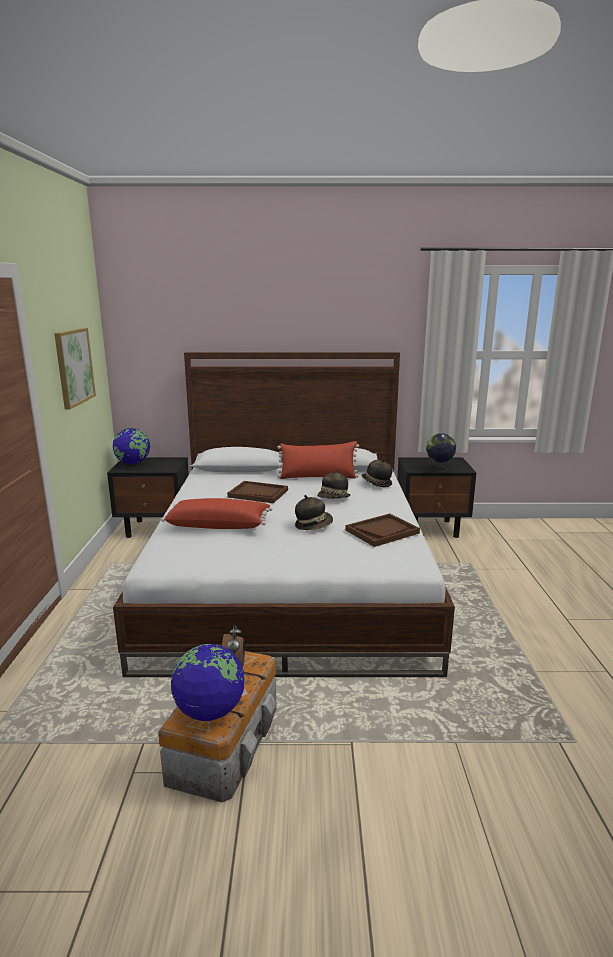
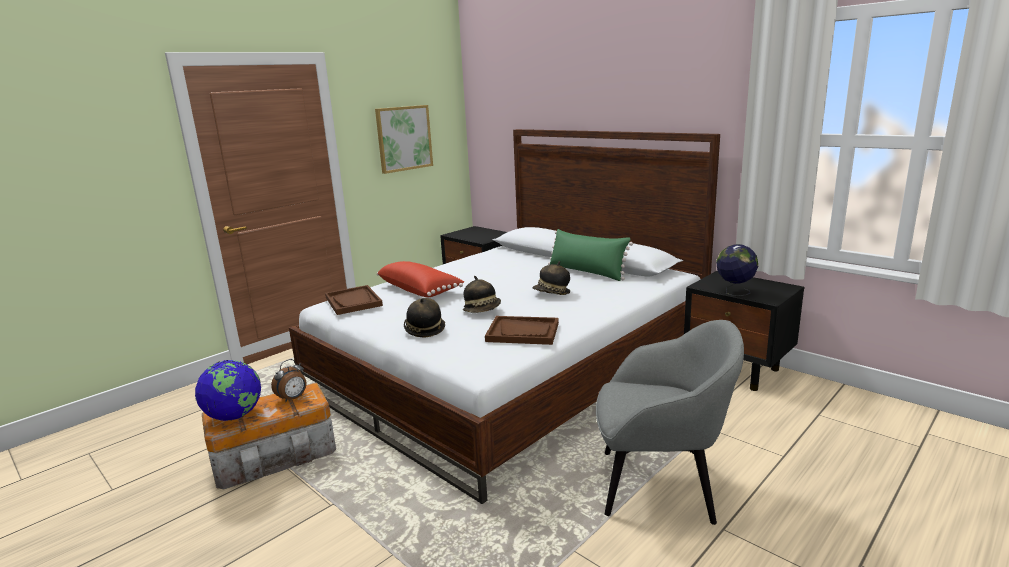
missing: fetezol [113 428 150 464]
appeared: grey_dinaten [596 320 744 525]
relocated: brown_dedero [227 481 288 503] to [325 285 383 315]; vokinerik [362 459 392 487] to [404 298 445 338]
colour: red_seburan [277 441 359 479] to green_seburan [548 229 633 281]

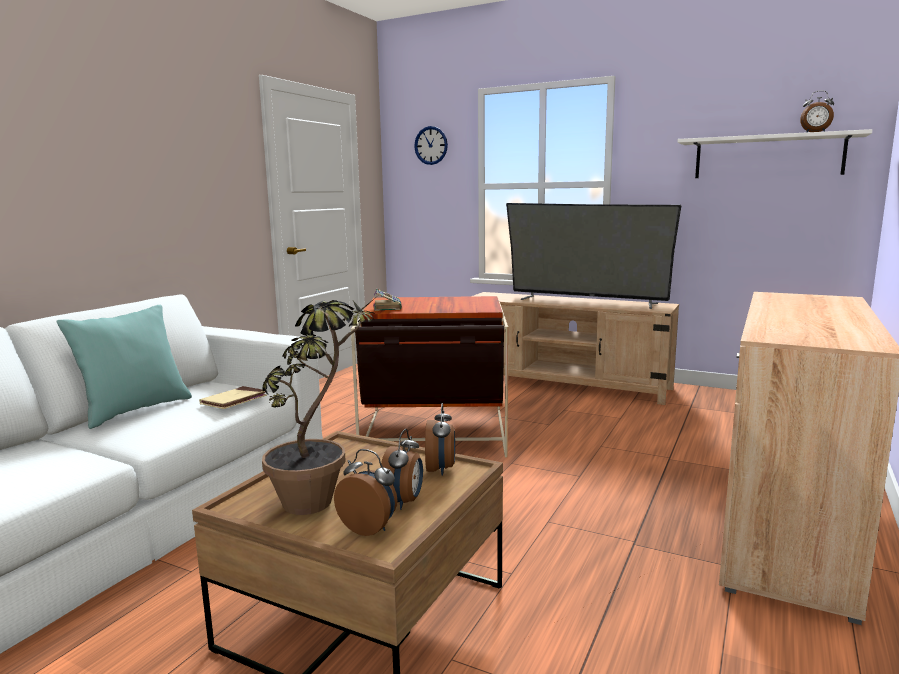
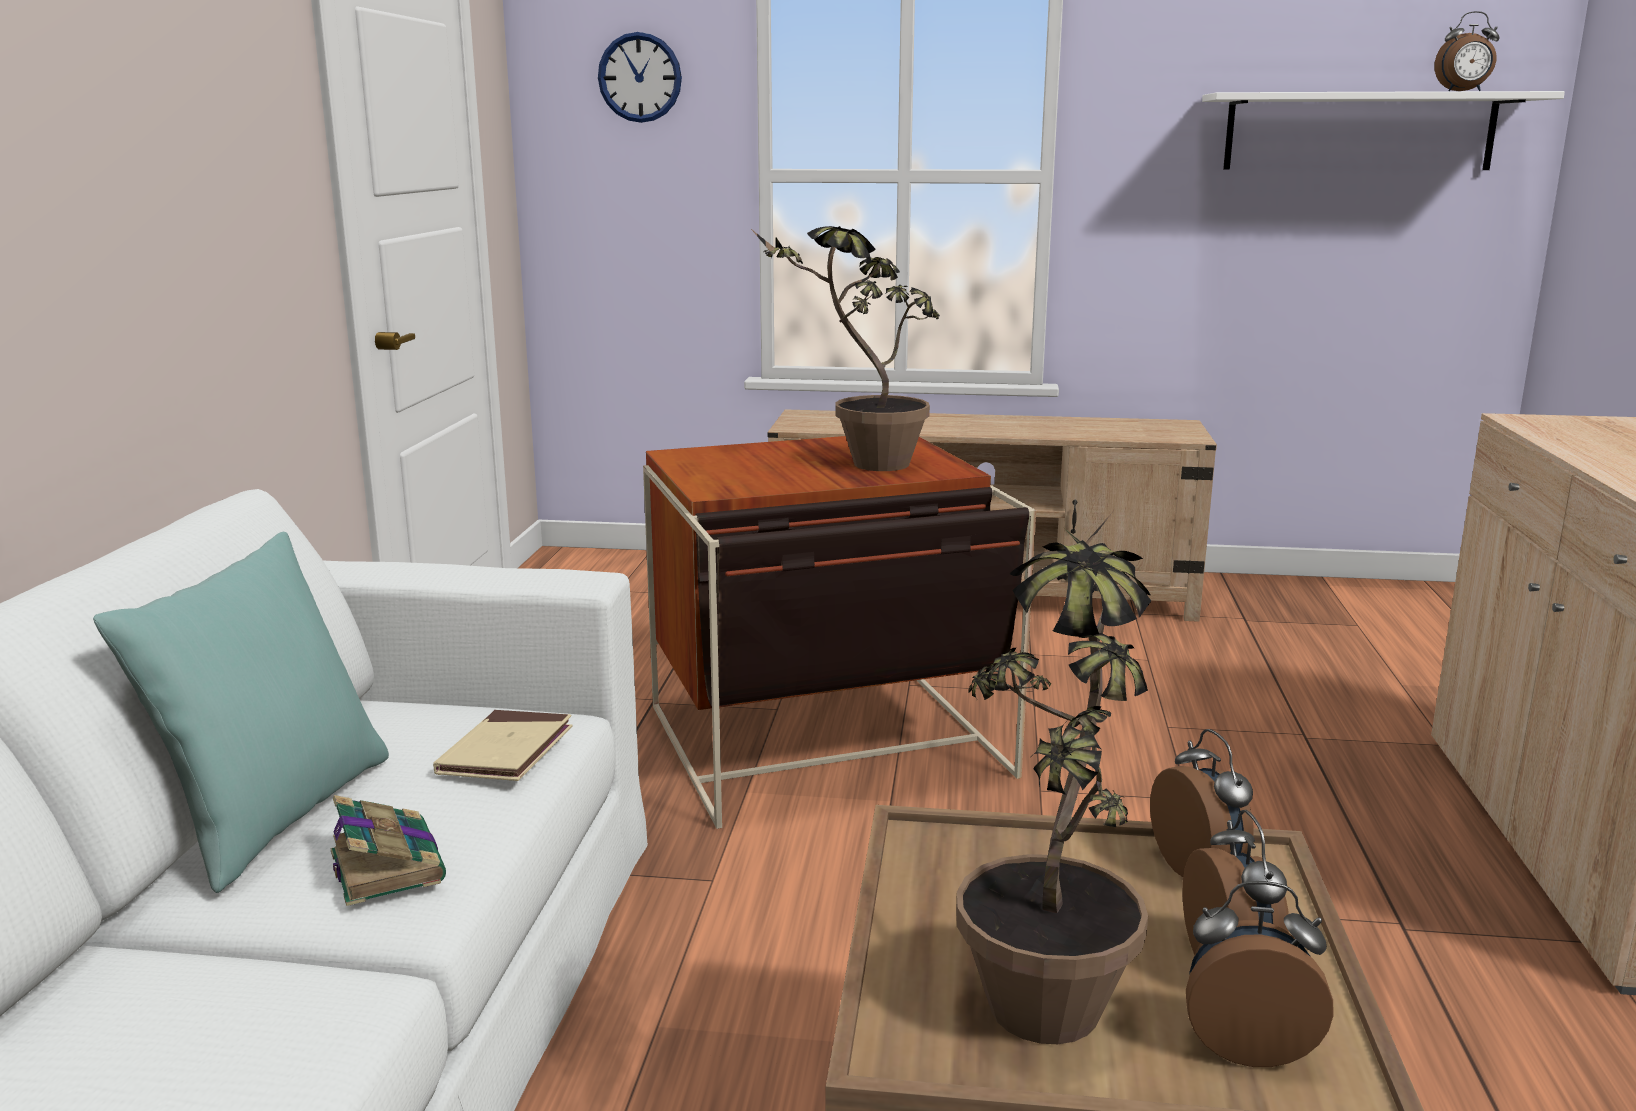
missing: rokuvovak [506 203 681 309]
appeared: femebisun [750 226 940 471]
relocated: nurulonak [373 288 402 311] to [330 795 446 906]

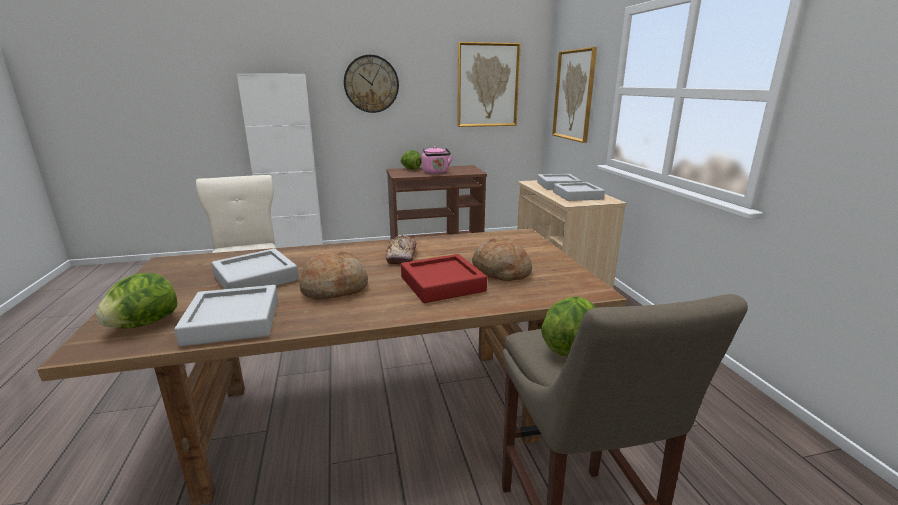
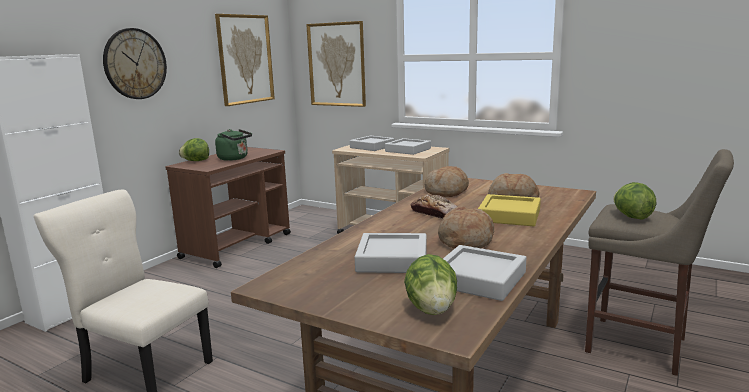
appeared: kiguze [425 166 469 197]
colour: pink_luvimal [422 146 453 174] to green_luvimal [215 129 252 161]; red_dedero [401 254 487 303] to yellow_dedero [478 194 541 226]

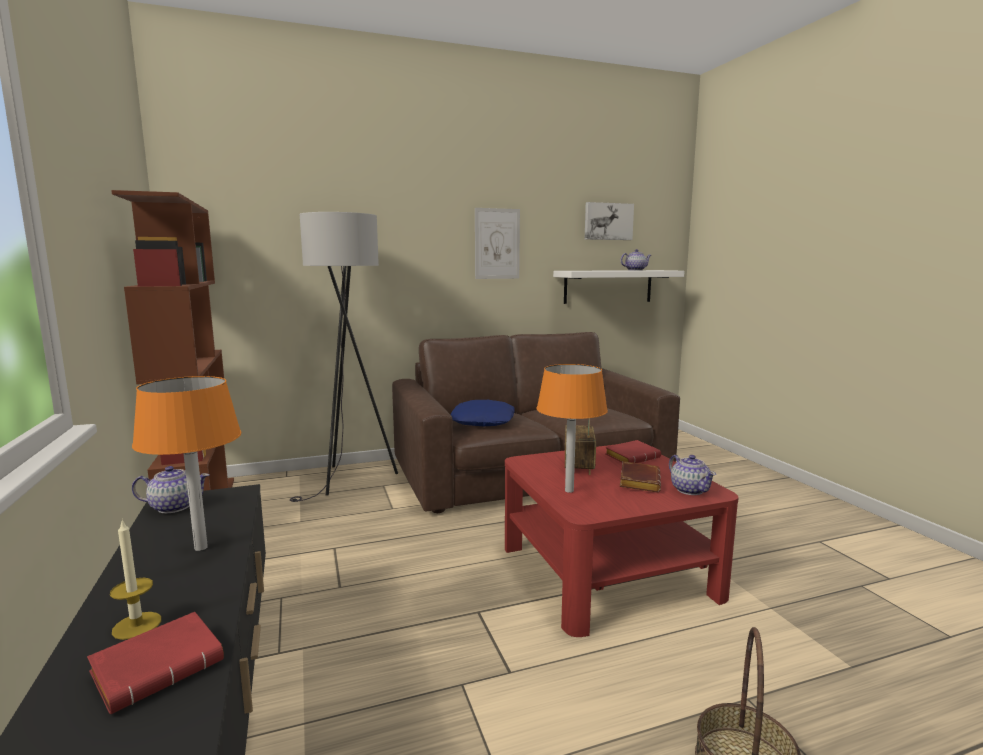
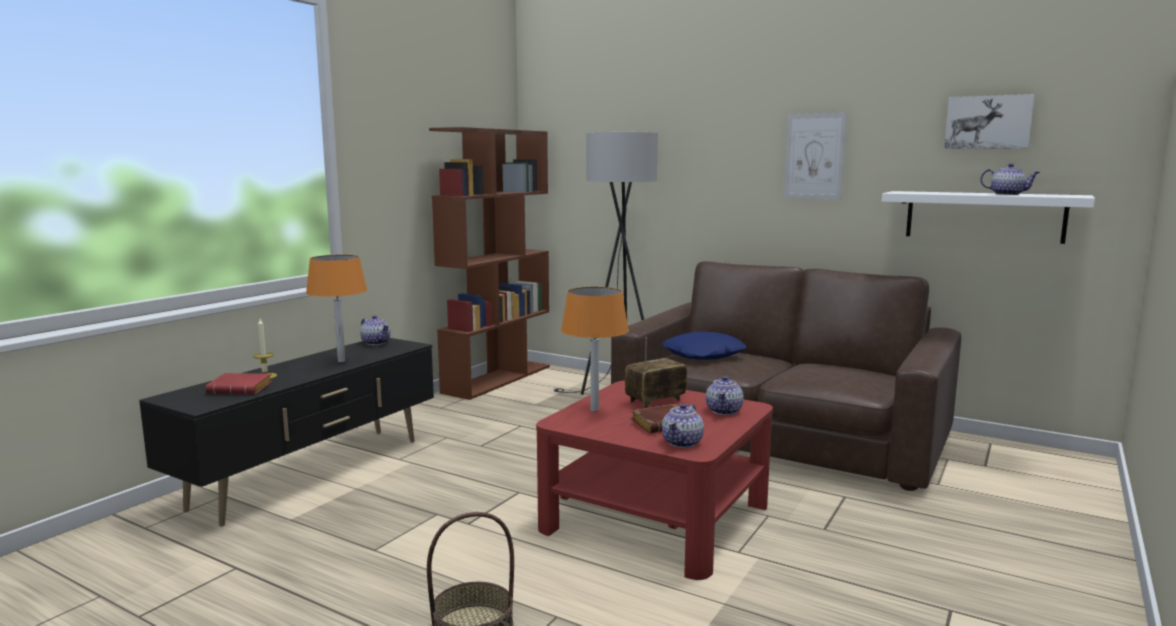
exchanged: red_nurulonak [605 440 661 463] to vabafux [706 376 744 415]

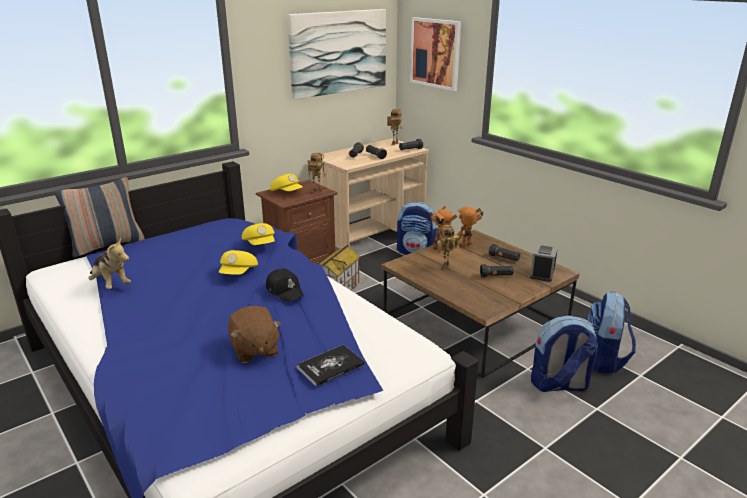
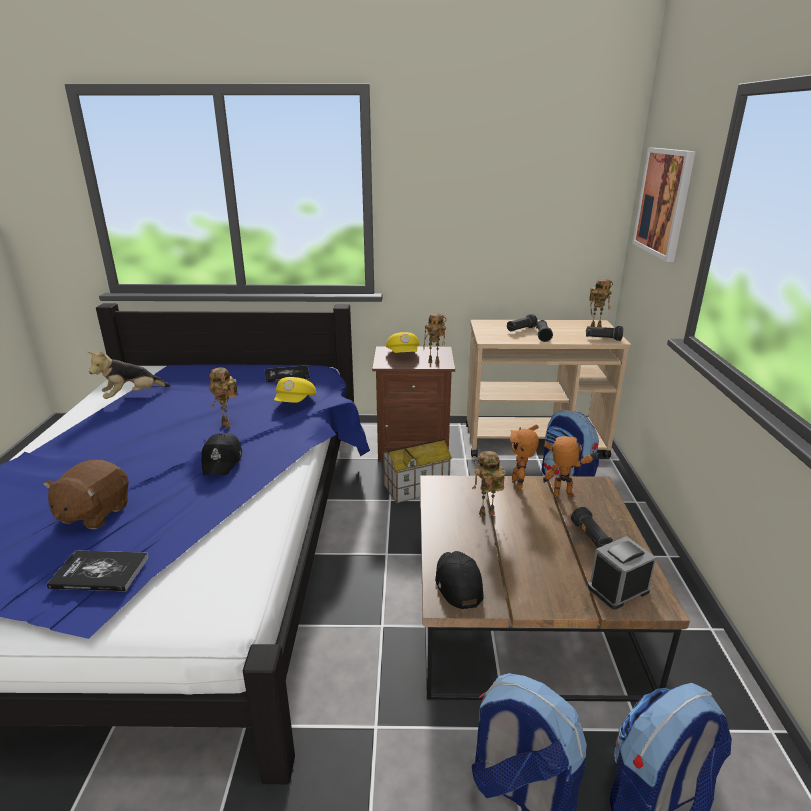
missing: seburan [54 177 145 258]; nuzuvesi [287 9 386 99]; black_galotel [480 264 514 278]
appeared: nurulonak [265 366 310 382]; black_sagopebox [435 551 484 609]
exchanged: yellow_sagopebox [219 250 258 275] to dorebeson [209 368 238 429]
spun: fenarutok [88 237 131 289] = [88 352 171 399] 60 degrees clockwise

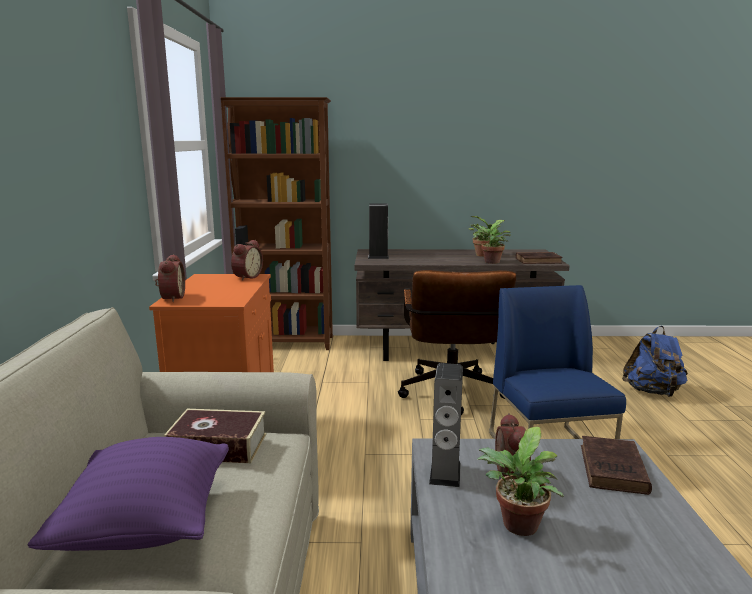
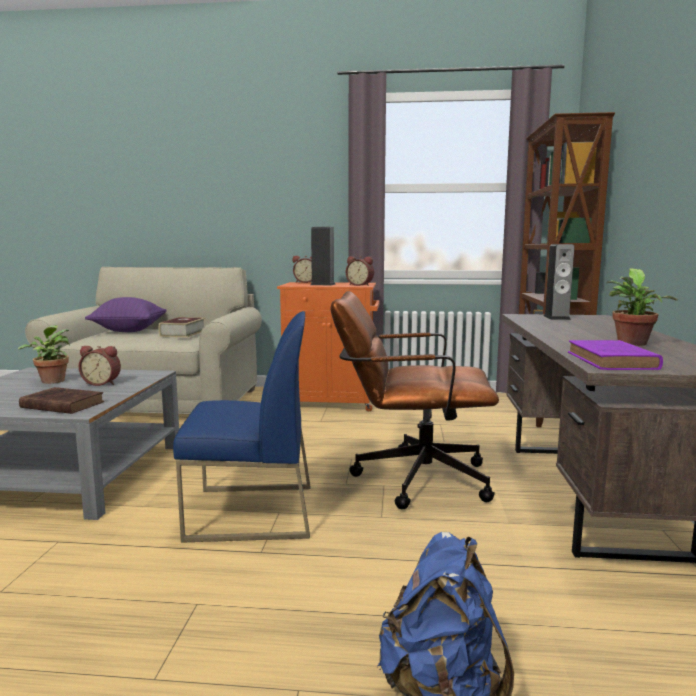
missing: femebisun [472 220 511 264]
relocated: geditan [429 363 463 487] to [311 227 336 286]
colour: brown_nurulonak [516 252 563 264] to purple_nurulonak [568 340 663 370]

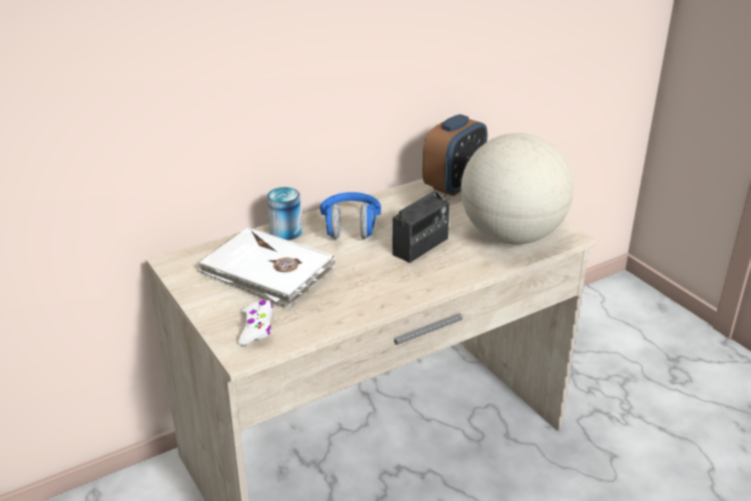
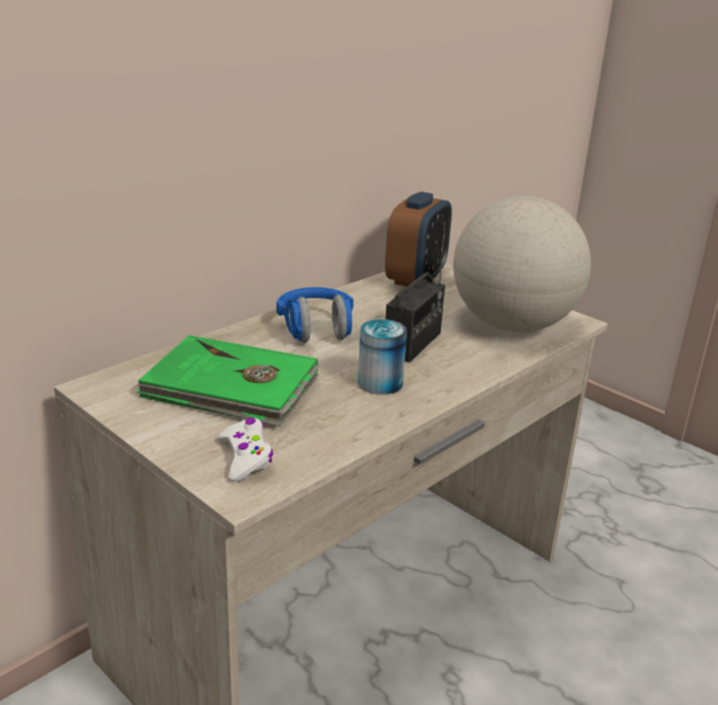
relocated: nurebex [267 187 302 240] to [358 319 407 395]
colour: white_nurulonak [198 227 335 307] to green_nurulonak [136 335 319 426]

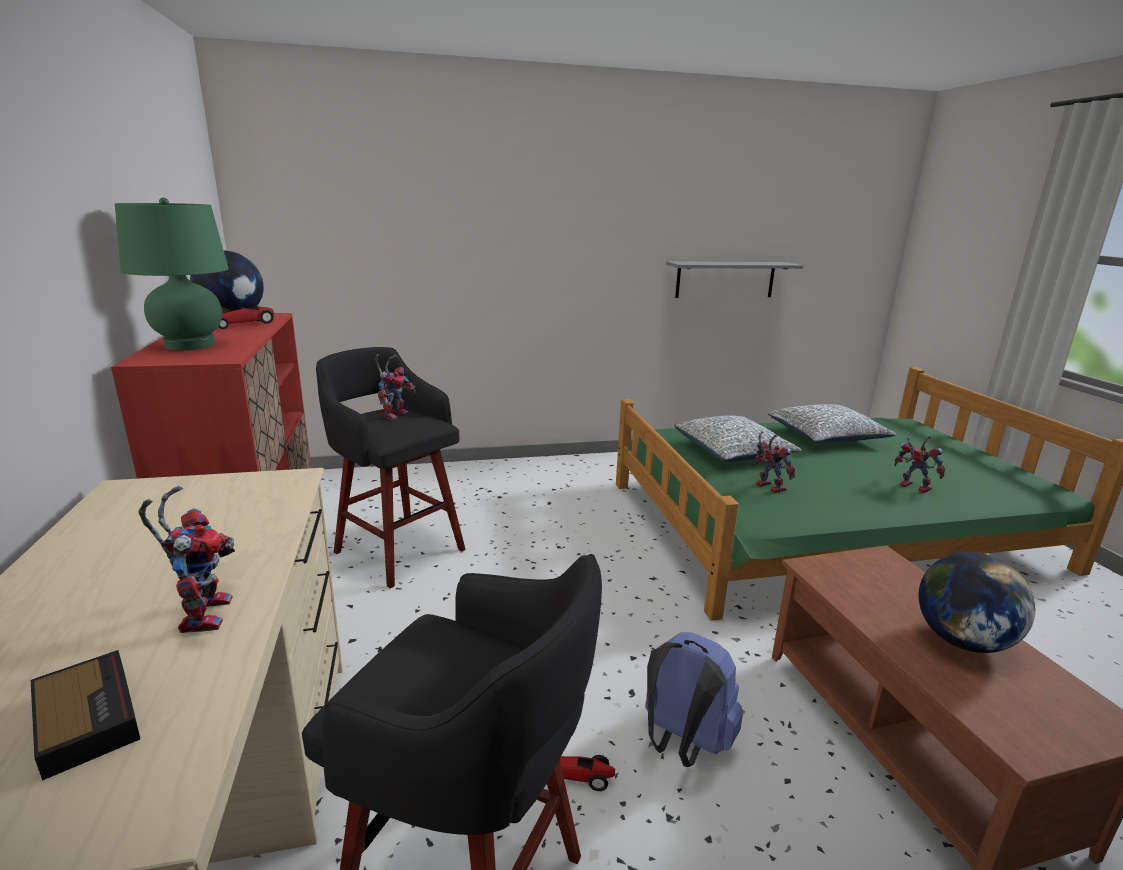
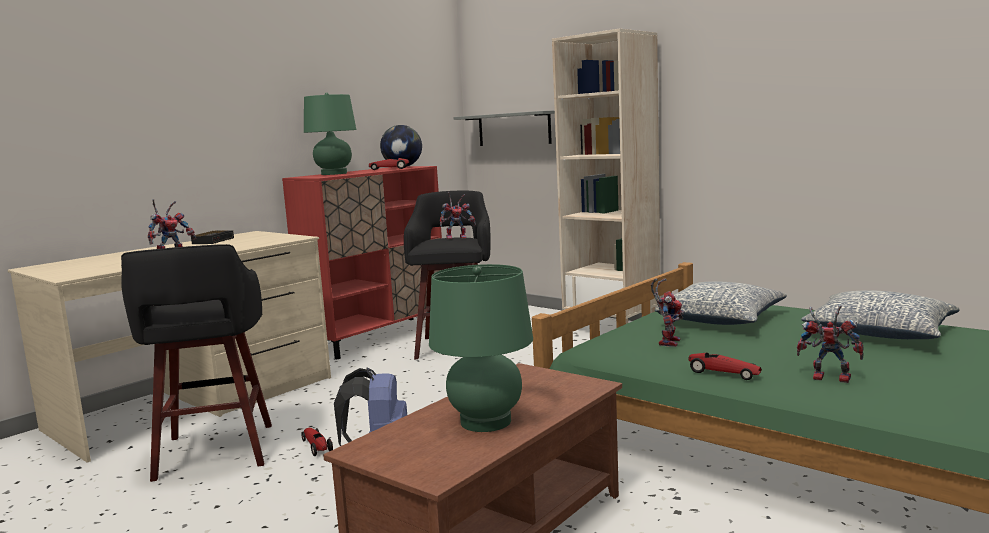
appeared: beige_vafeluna [552 28 661 324]; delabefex [688 353 762 380]
relocated: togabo [31 650 140 781] to [191 230 234 244]; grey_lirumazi [666 261 803 298] to [453 110 555 146]
exchanged: fetezol [919 552 1035 653] to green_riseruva [429 264 533 432]
spun: dorebeson [894 432 945 493] = [797 305 864 383] 75 degrees counterclockwise

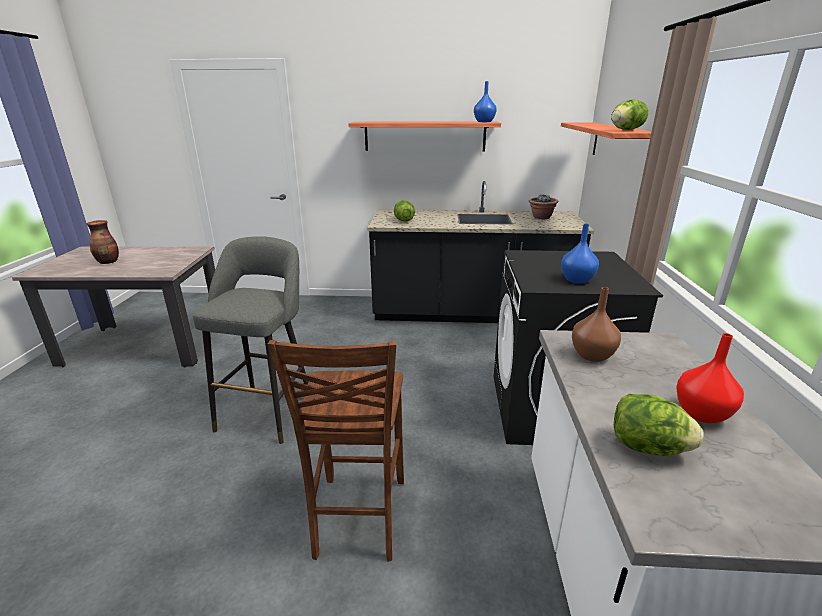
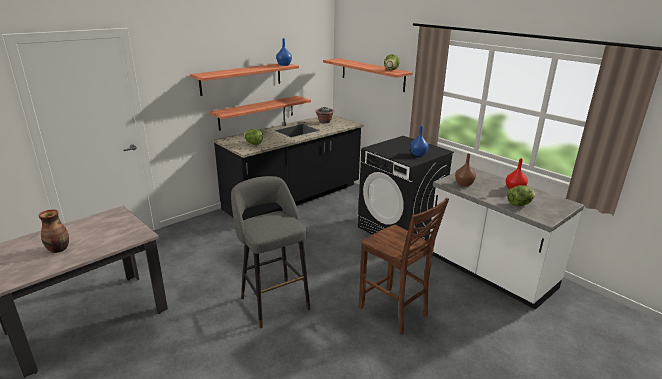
appeared: lirumazi [210 96 311 131]

